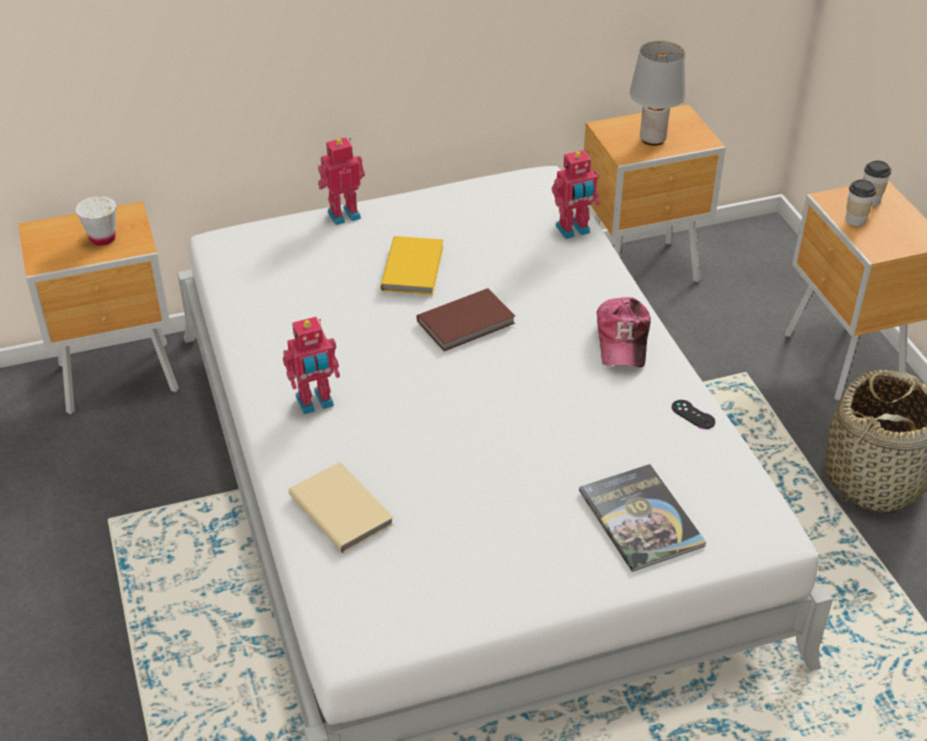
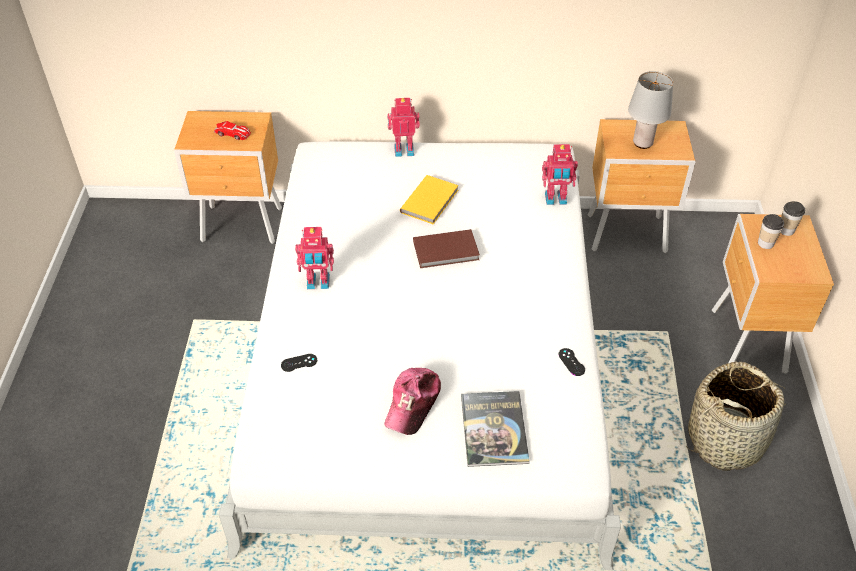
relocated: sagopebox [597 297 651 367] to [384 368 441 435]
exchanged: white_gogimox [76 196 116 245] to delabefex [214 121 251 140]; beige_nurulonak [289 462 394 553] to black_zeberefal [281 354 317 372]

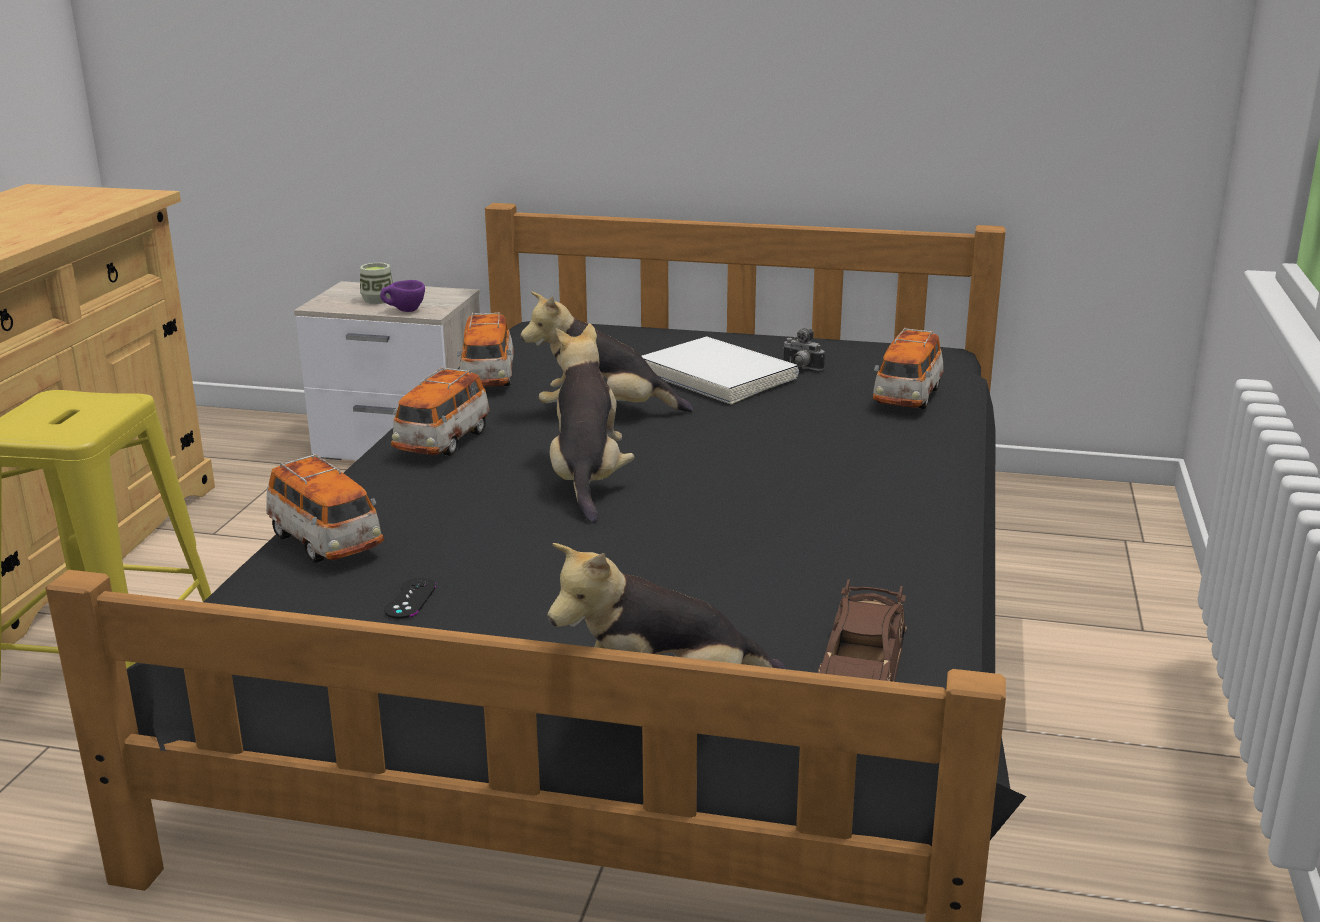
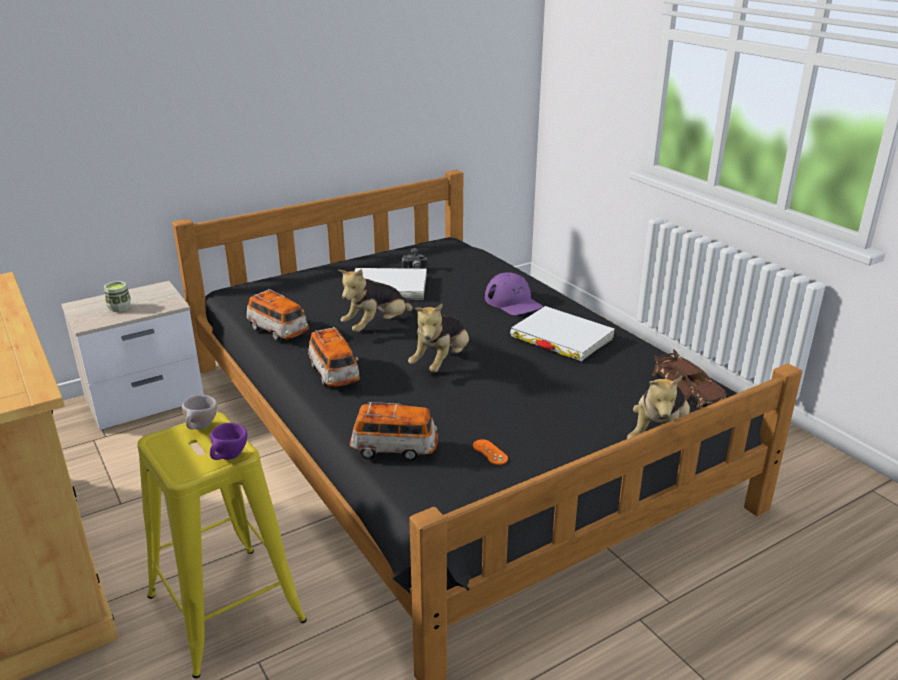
missing: delabefex [873 328 944 409]
appeared: beige_gogimox [182 395 217 430]; purple_sagopebox [485 272 543 315]; white_nurulonak [510 306 615 361]
relocated: purple_gogimox [380 280 425 312] to [210 423 248 460]
colour: black_zeberefal [384 578 436 619] to orange_zeberefal [473 439 508 465]
spun: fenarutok [550 323 635 523] = [408 304 469 372] 105 degrees counterclockwise

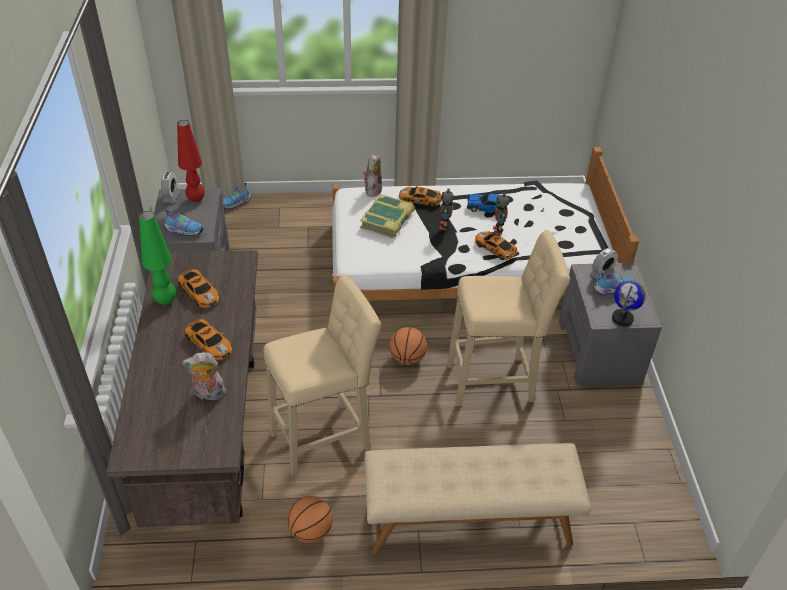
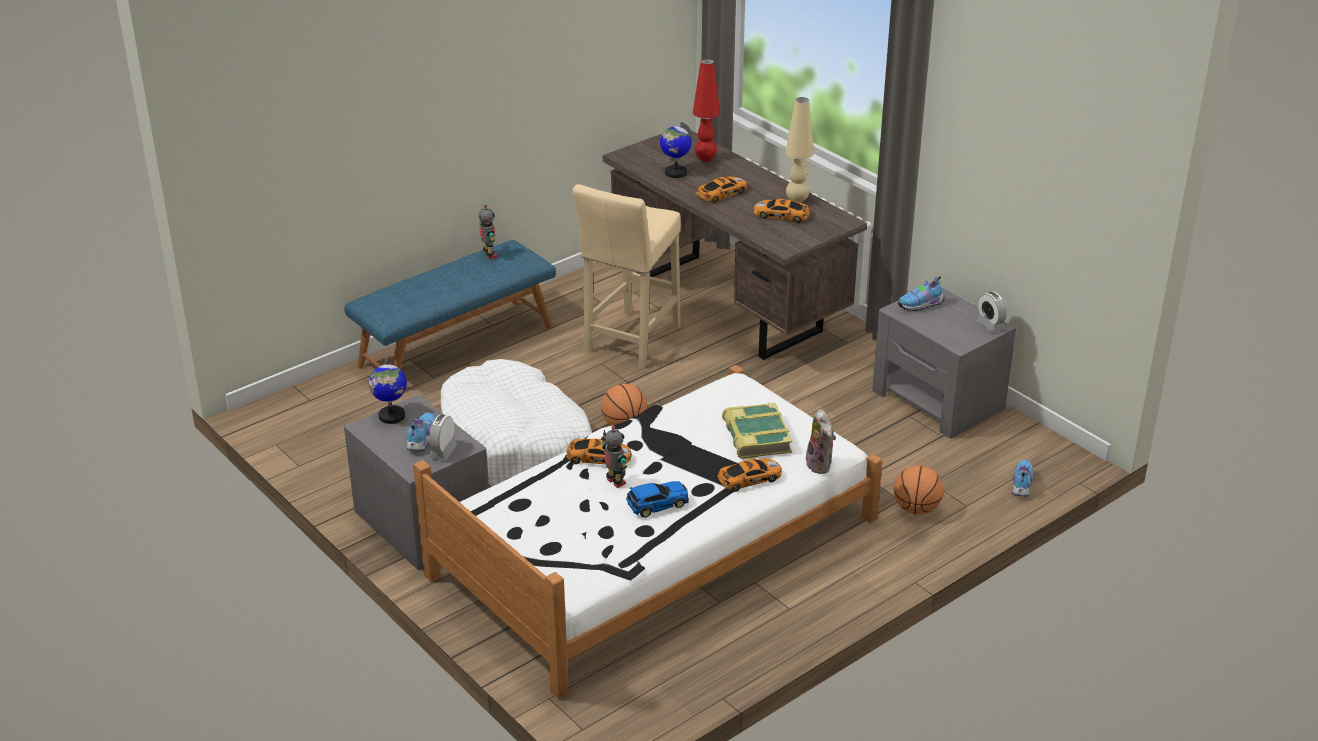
relocated: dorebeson [439 188 454 231] to [479 205 497 259]; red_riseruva [177 120 205 202] to [693 59 720 162]; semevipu [287 496 333 543] to [893 465 944 515]
exchanged: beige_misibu [447 230 570 406] to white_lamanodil [441 359 592 486]; fenarutok [182 352 226 400] to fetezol [660 122 691 178]
colour: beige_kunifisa [364 443 591 555] to blue_kunifisa [344 240 556 369]; green_riseruva [139 211 176 305] to beige_riseruva [785 97 814 203]
spun: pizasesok [593 272 635 295] = [406 413 435 451] 150 degrees clockwise; delabefex [185 319 232 361] = [696 176 747 203] 135 degrees clockwise

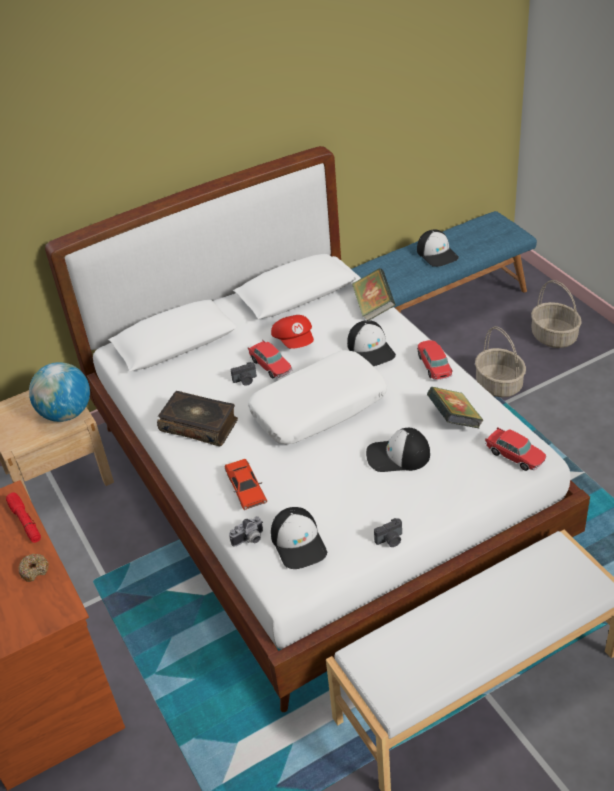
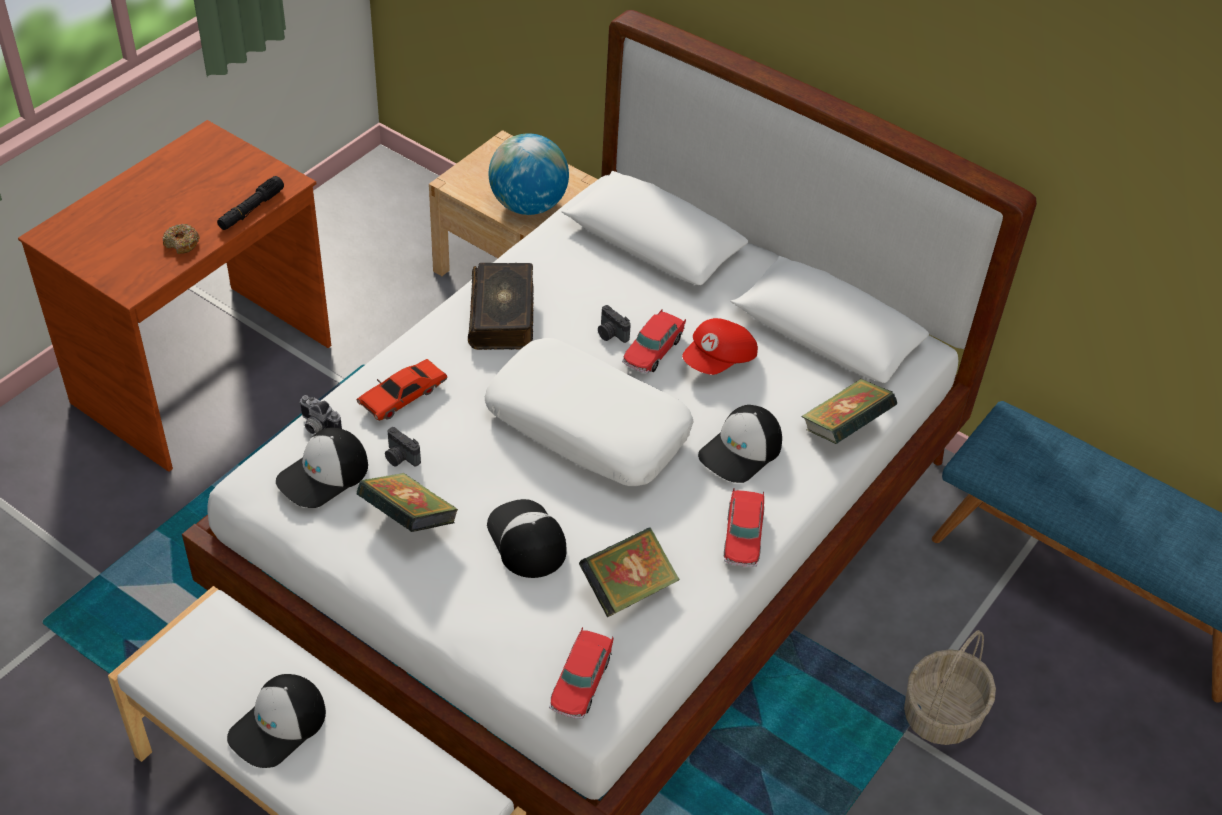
missing: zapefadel [531 280 582 348]
appeared: nurulonak [356 473 458 532]
relocated: sagopebox [417 230 459 267] to [227 674 326 768]; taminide [374 518 402 547] to [385 427 421 467]
colour: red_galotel [6 492 41 543] to black_galotel [217 176 284 230]
spun: delabefex [417 340 453 380] = [724 489 765 567] 135 degrees clockwise

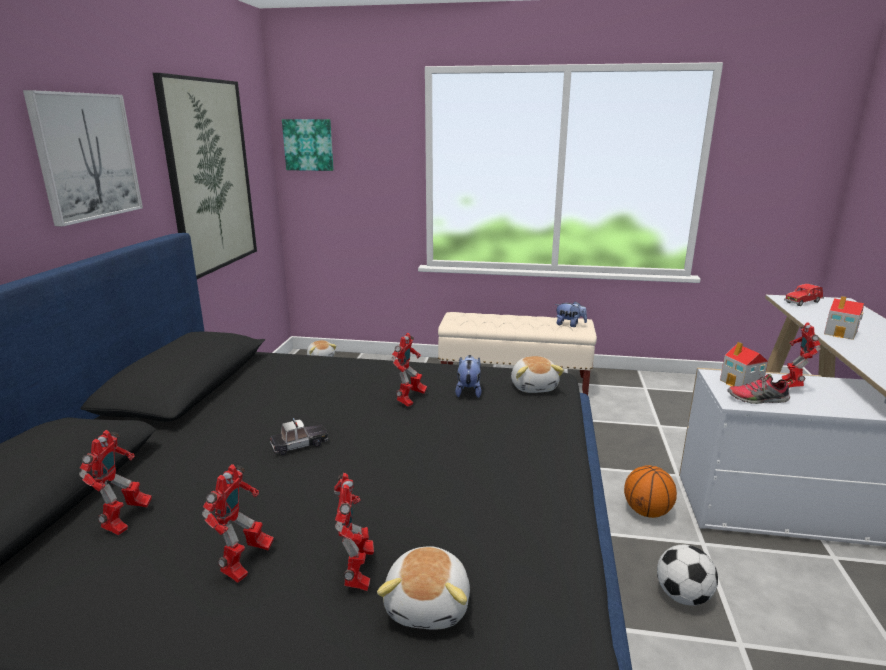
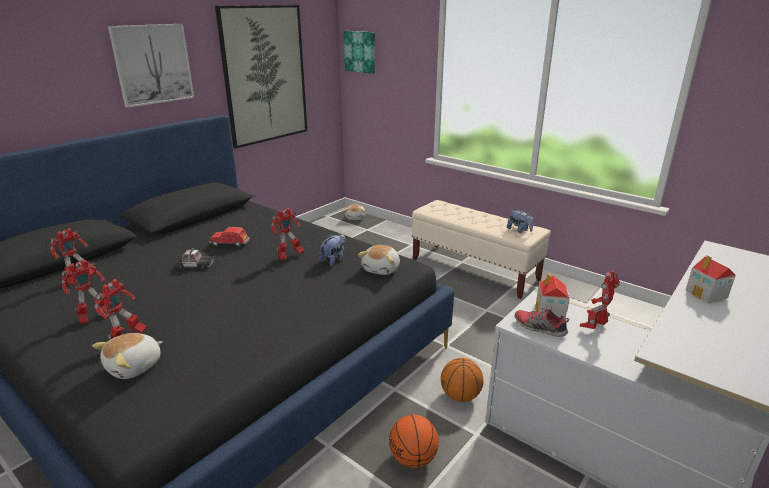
relocated: red_delabefex [784 284 824 306] to [209 227 250 247]
exchanged: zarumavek [657 545 718 605] to semevipu [389 415 439 468]

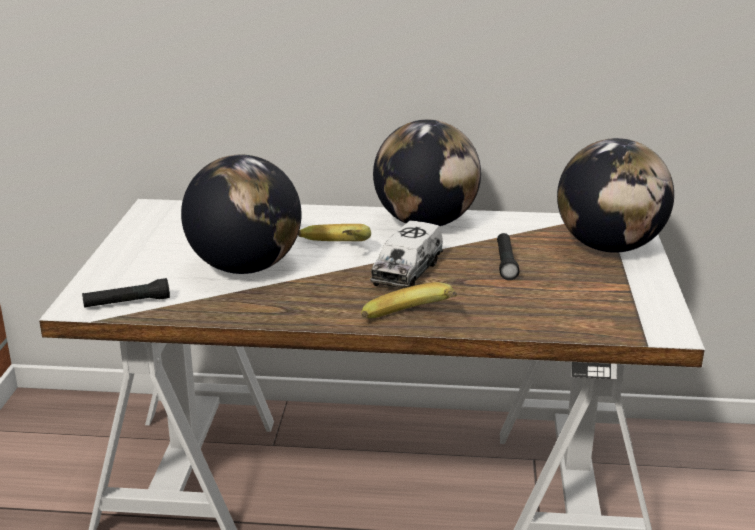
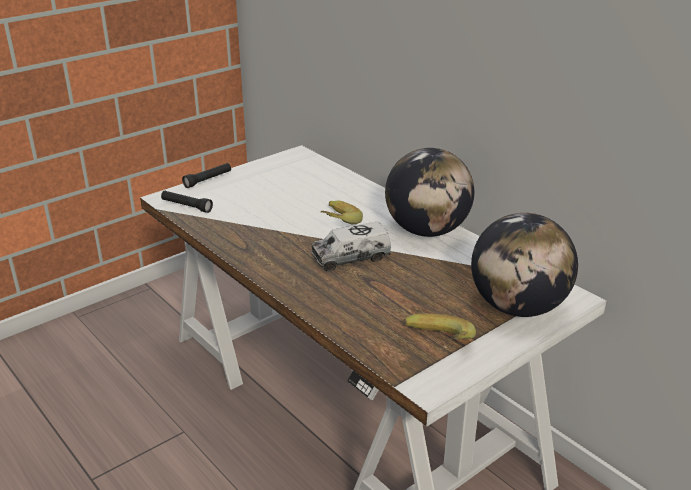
missing: fetezol [181 155 301 274]
relocated: black_galotel [497 233 519 280] to [182 163 231 188]; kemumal [361 282 457 318] to [403 314 476 340]

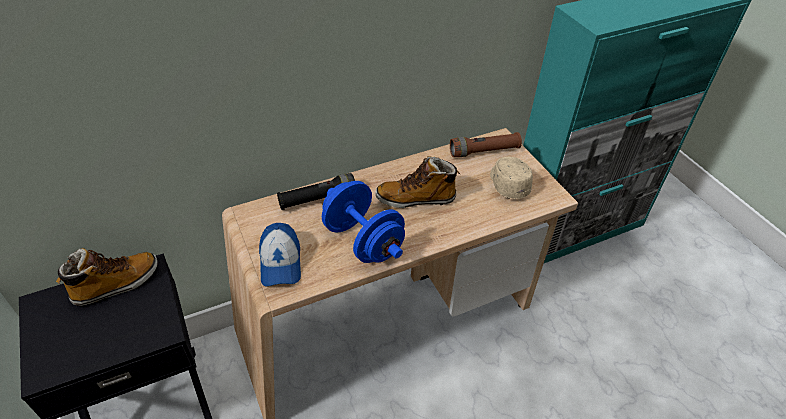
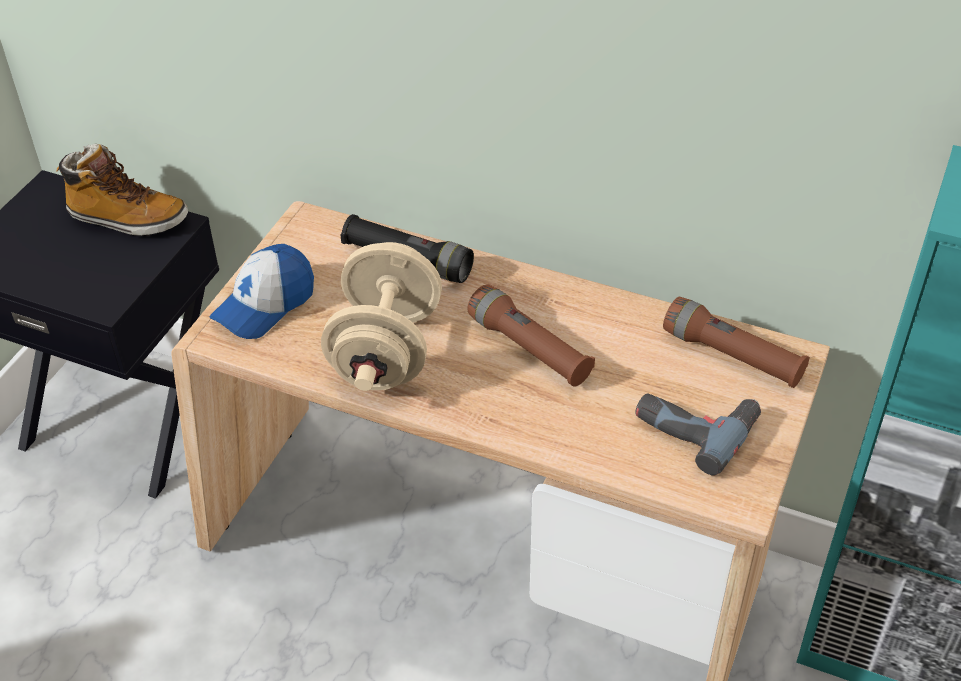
exchanged: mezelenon [376 156 460 208] to brown_galotel [467 284 595 387]; beige_sagopebox [490 157 533 199] to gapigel [635 393 761 476]
colour: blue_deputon [322 181 405 263] to beige_deputon [321 242 442 391]

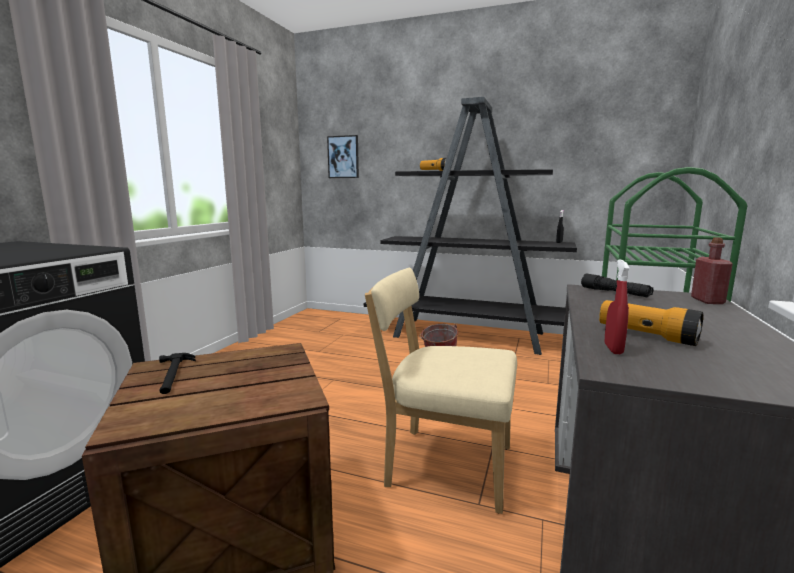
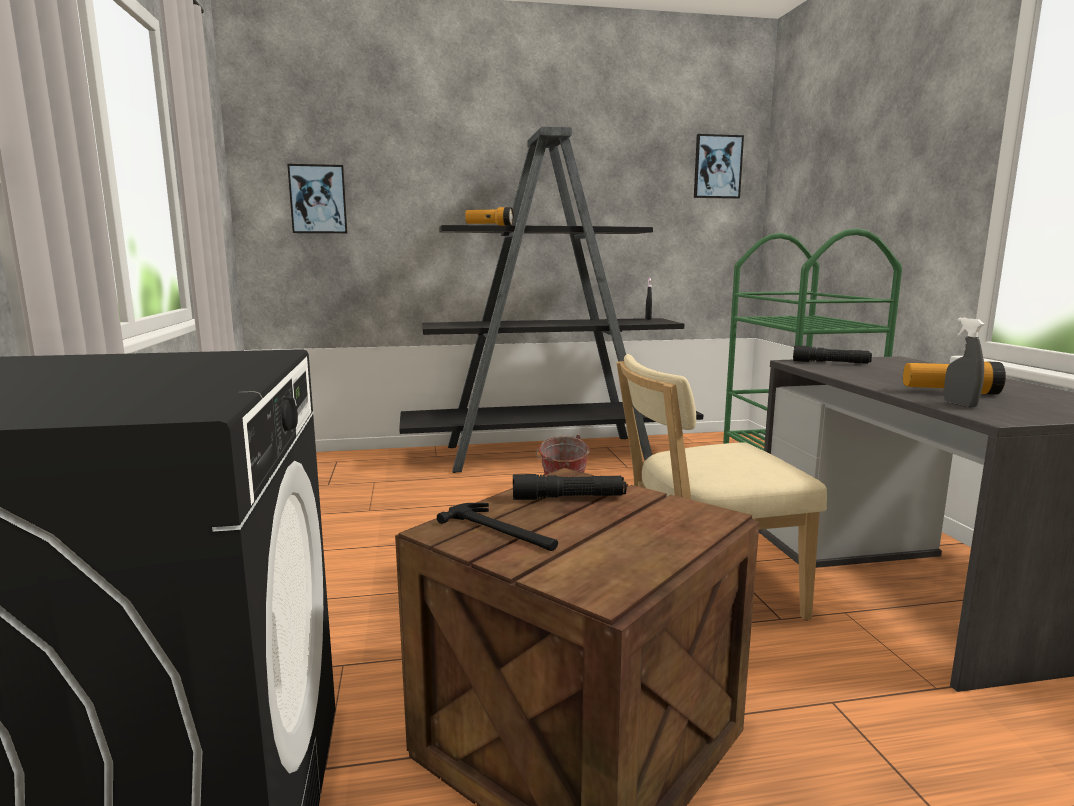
missing: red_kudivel [691 237 733 304]
appeared: black_galotel [513 474 626 500]; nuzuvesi [694 134 744 199]
colour: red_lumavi [605 259 630 354] to grey_lumavi [944 318 985 408]

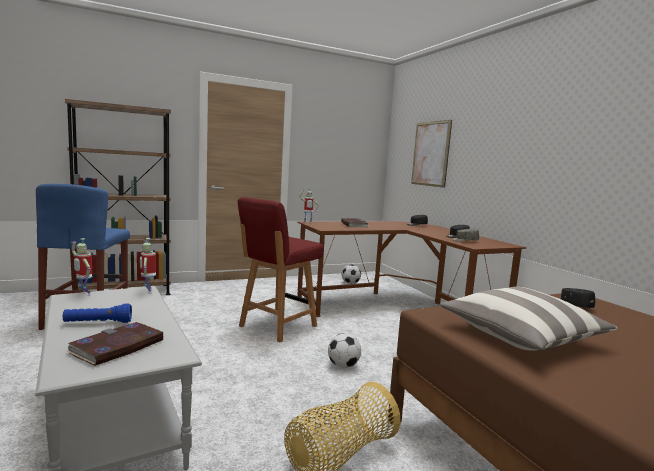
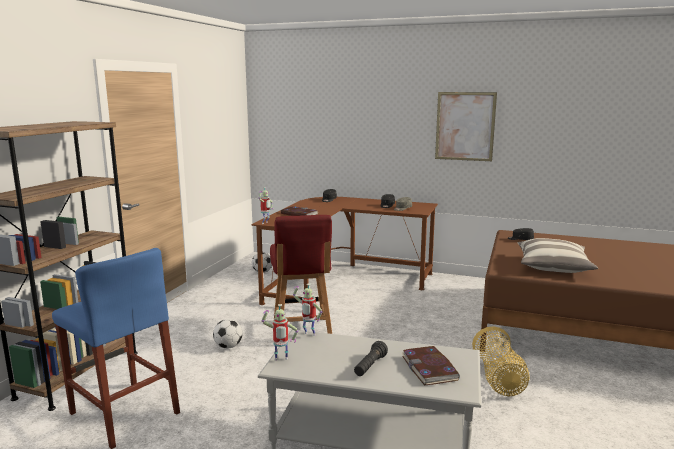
relocated: zarumavek [328 333 361 368] to [213 319 243 348]; nuzuvesi [411 120 452 188] to [435 92 497 161]
colour: blue_galotel [63 304 132 323] to black_galotel [354 341 388 376]

